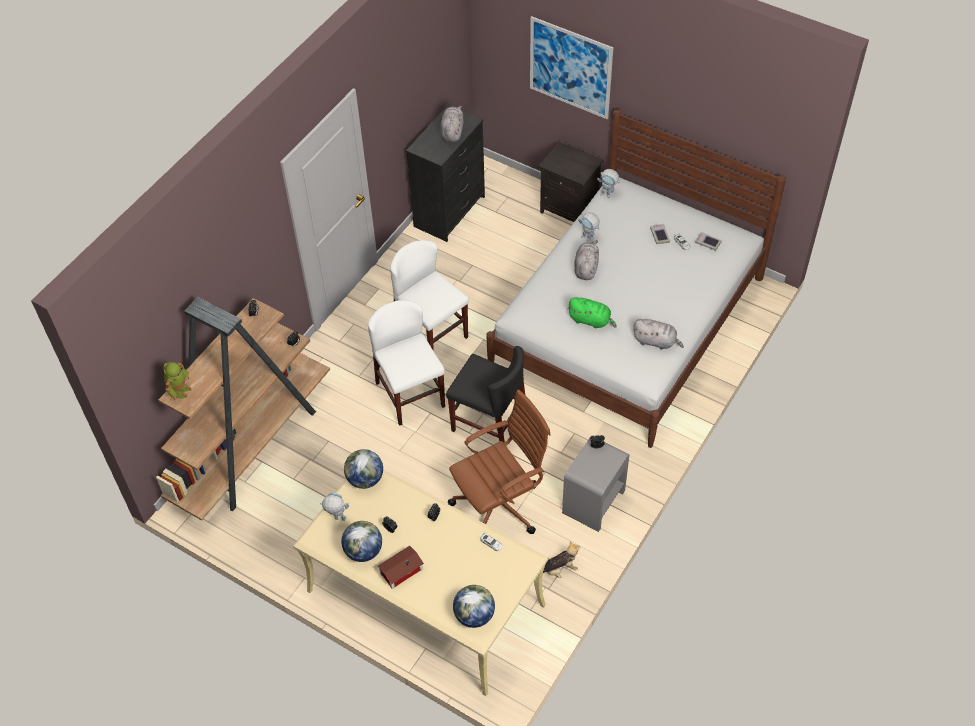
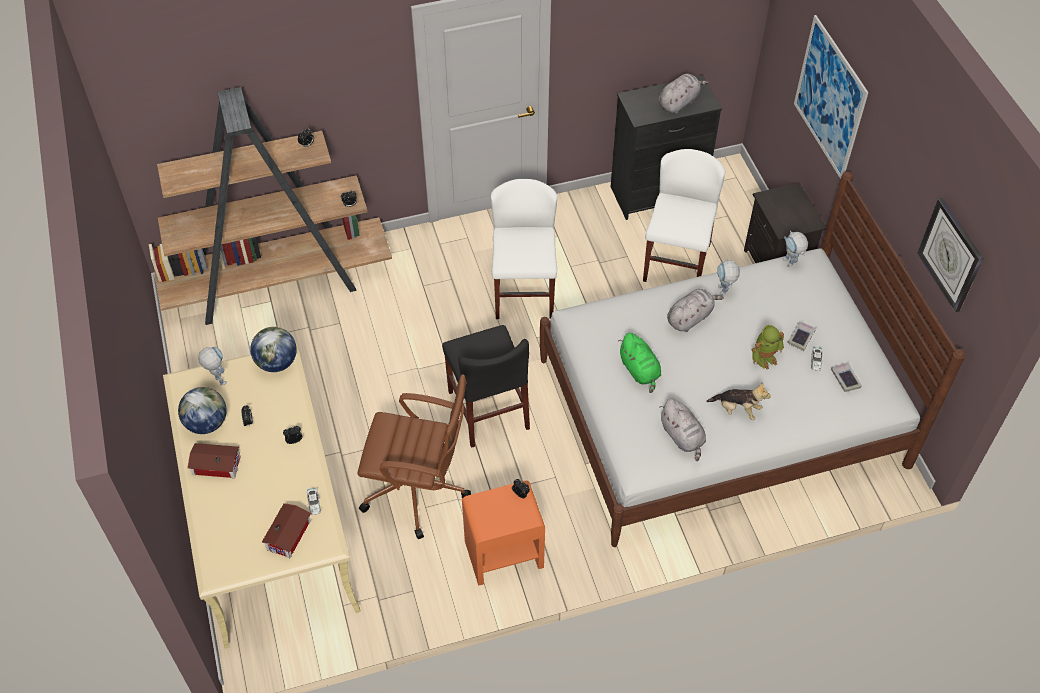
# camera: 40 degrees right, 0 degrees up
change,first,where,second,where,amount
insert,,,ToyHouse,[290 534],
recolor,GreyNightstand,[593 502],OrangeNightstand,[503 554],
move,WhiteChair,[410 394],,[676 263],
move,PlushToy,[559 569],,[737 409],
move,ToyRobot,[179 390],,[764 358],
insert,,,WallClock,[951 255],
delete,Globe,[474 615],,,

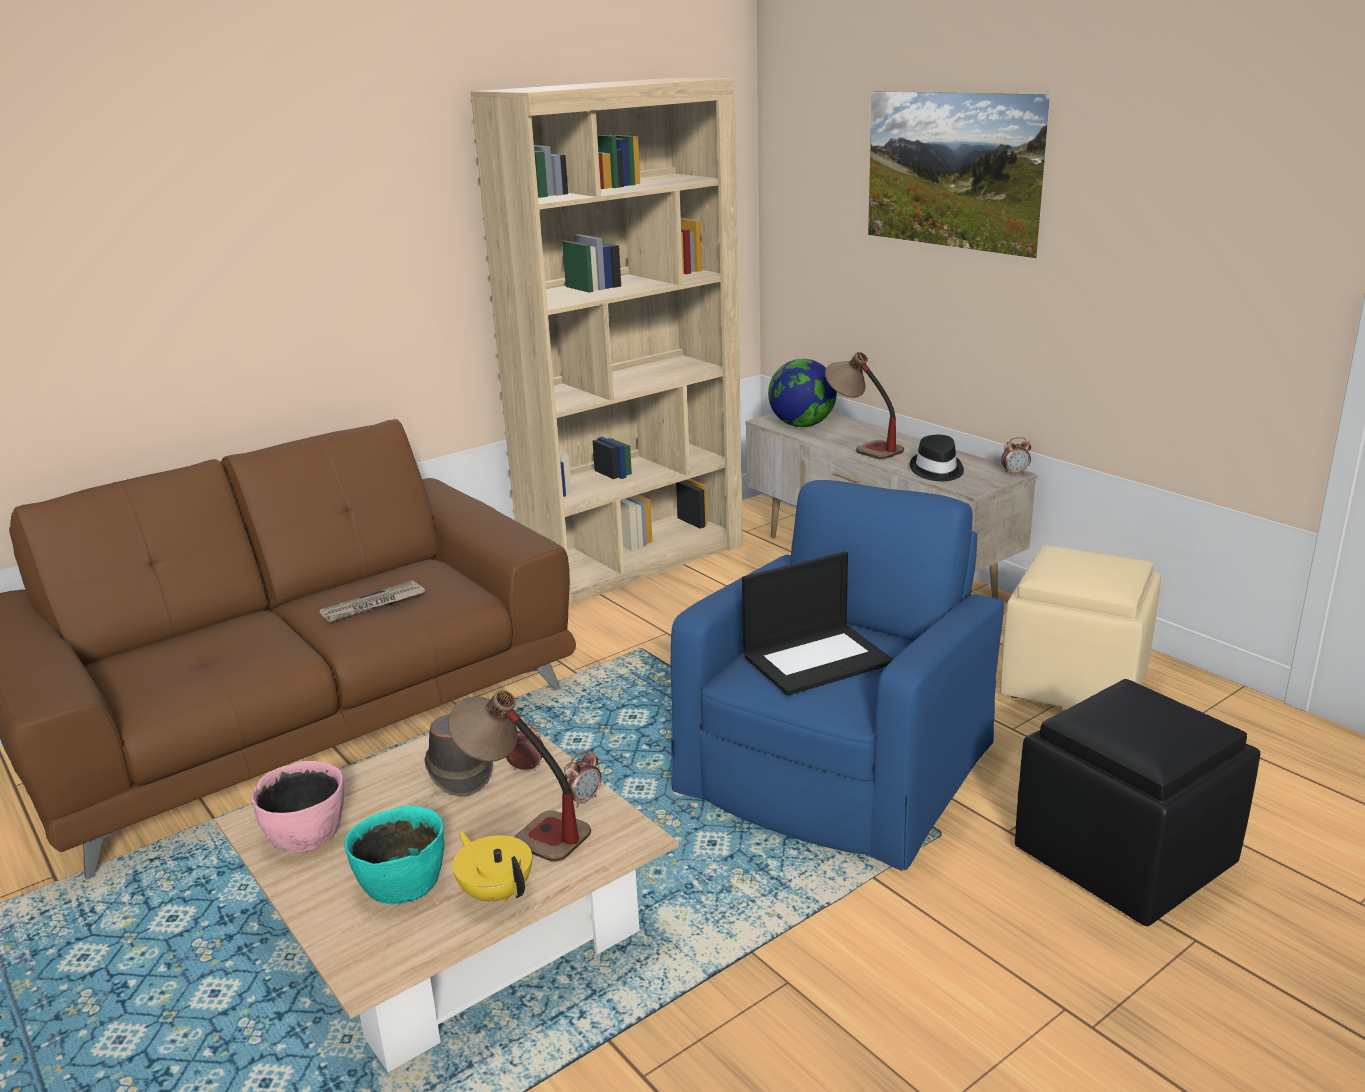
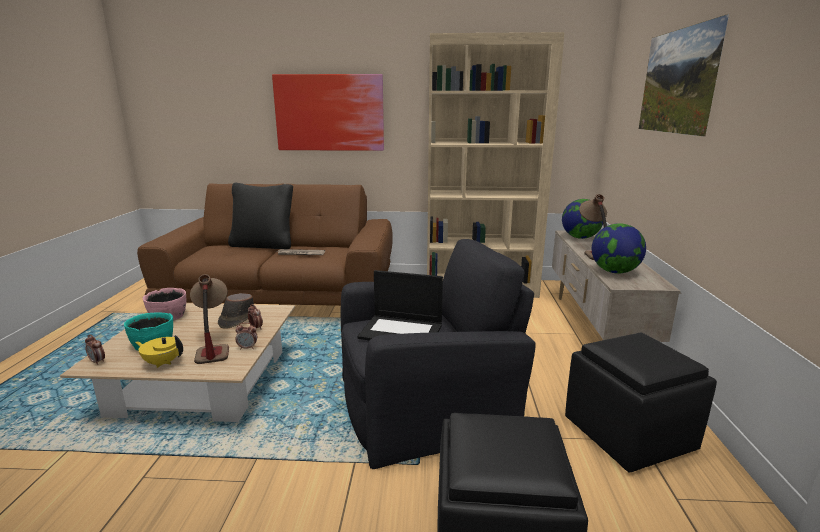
# camera: 40 degrees right, 5 degrees down
change,first,where,second,where,amount
move,AlarmClock,[1015 473],,[97 362],
rotate,YellowTeapot,[496 892],,[163 362],75 degrees counterclockwise
insert,,,BlackPillow,[263 245],
insert,,,Picture,[329 113],
recolor,BlueArmchair,[838 763],BlackArmchair,[427 404],
recolor,BeigeOttoman,[1076 682],BlackOttoman,[630 434],
replace,BlackHat,[936 470],Globe,[614 272],

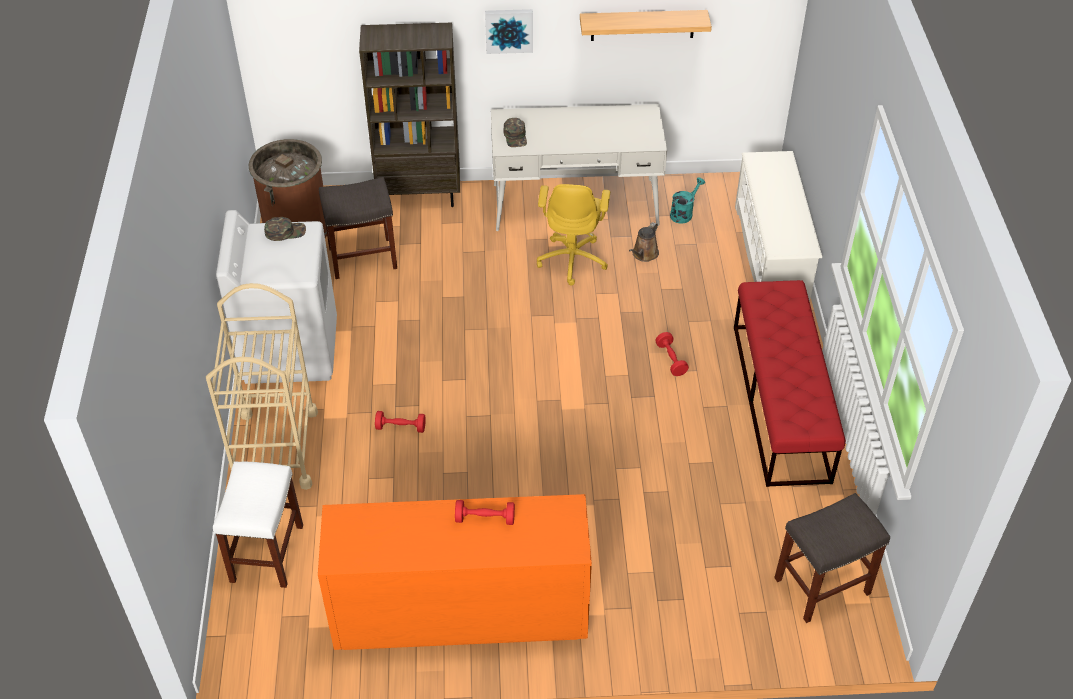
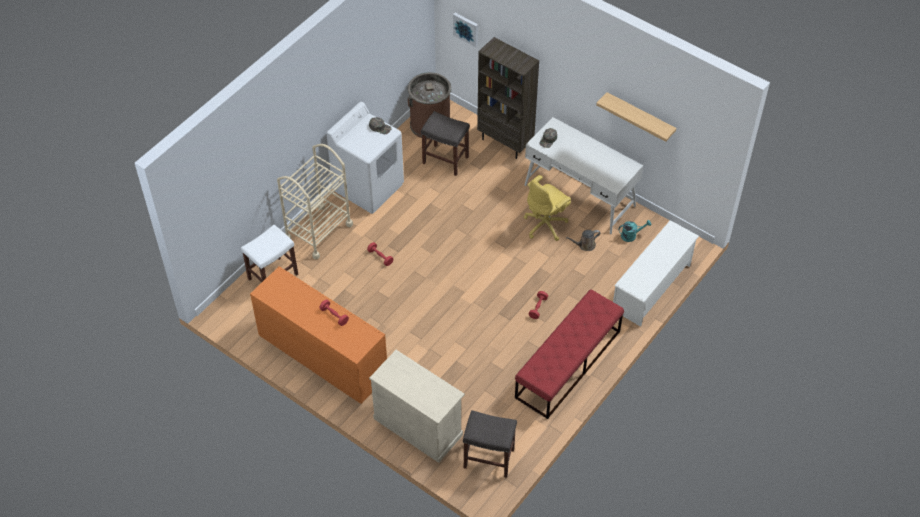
# camera: 40 degrees right, 5 degrees up
change,first,where,second,where,amount
insert,,,BeigeCabinet,[418 426],
move,Picture,[509 30],,[466 28],

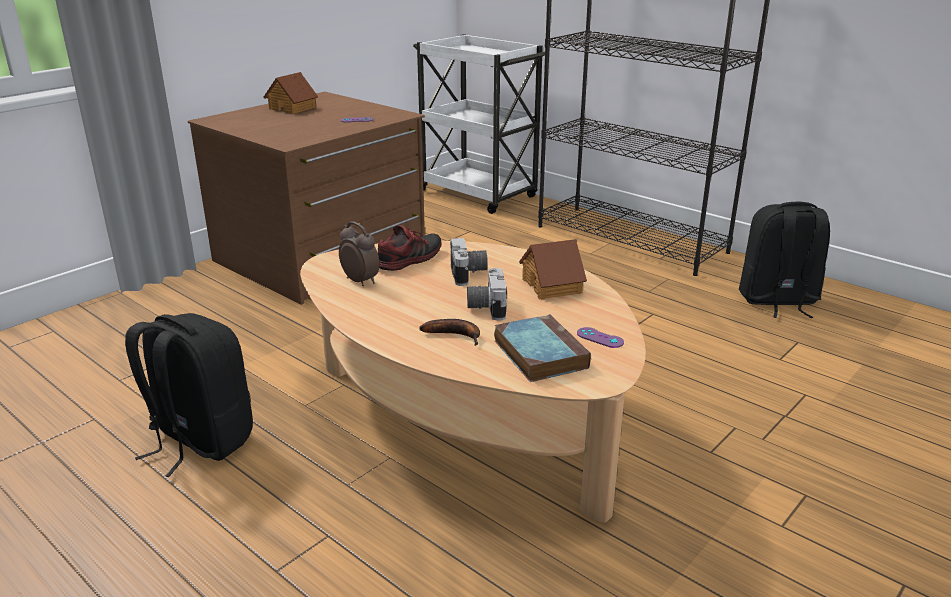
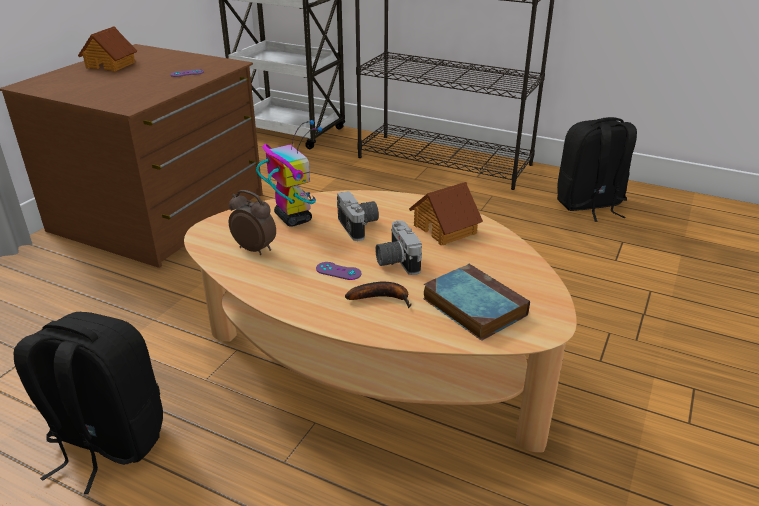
# camera: 15 degrees left, 5 degrees up
change,first,where,second,where,amount
replace,Shoe,[409 259],ToyRobot,[292 218],
move,PurpleGameController,[600 338],,[338 271],

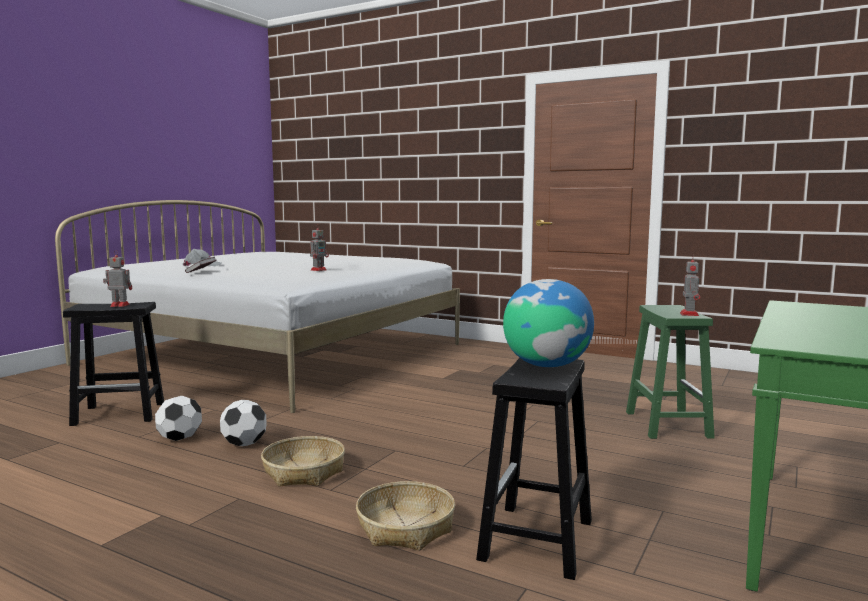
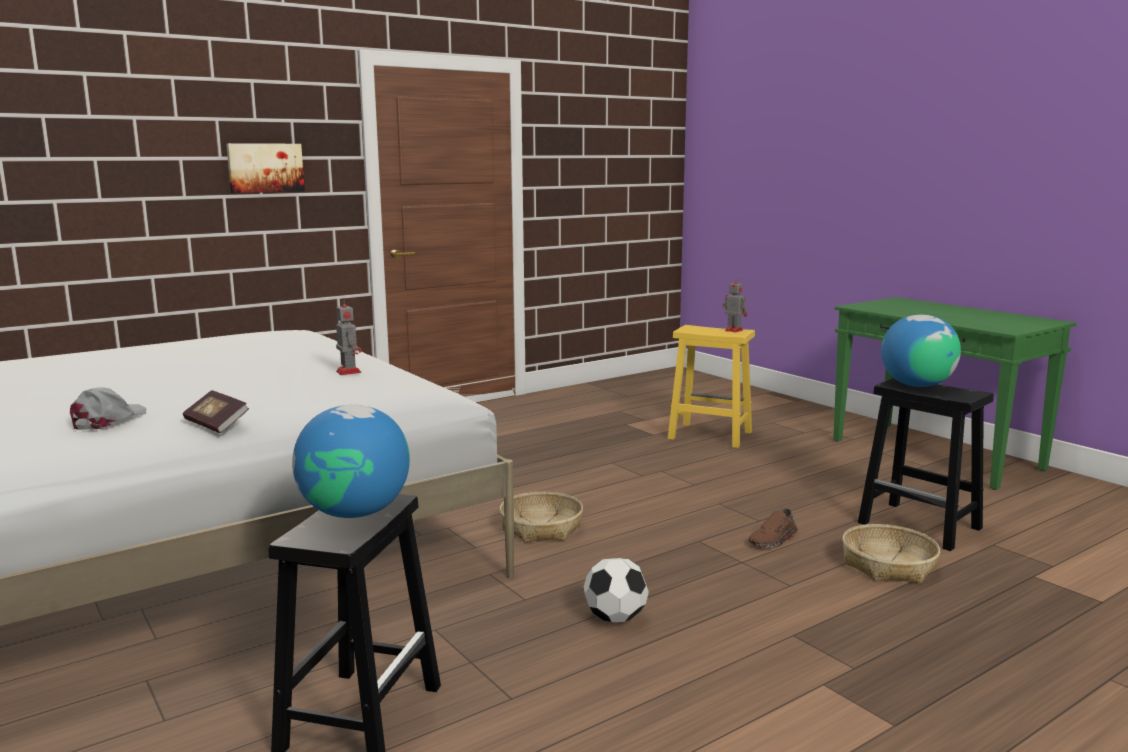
# camera: 65 degrees left, 5 degrees up
change,first,where,second,where,amount
insert,,,Picture,[265 168],
replace,ToyRobot,[118 305],Globe,[355 513],
move,Basket,[303 472],,[541 528],
recolor,GreenStool,[666 424],YellowStool,[708 435],
insert,,,BrownShoe,[774 540],
delete,Football,[180 439],,,

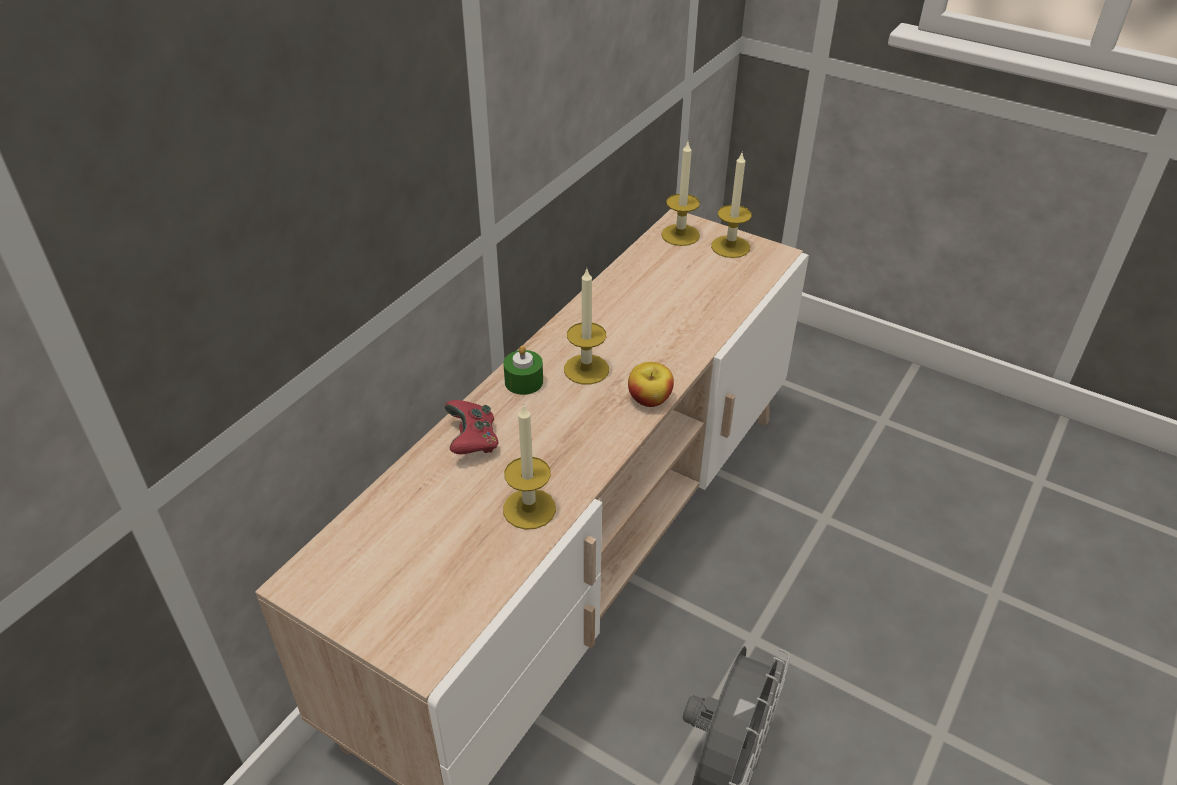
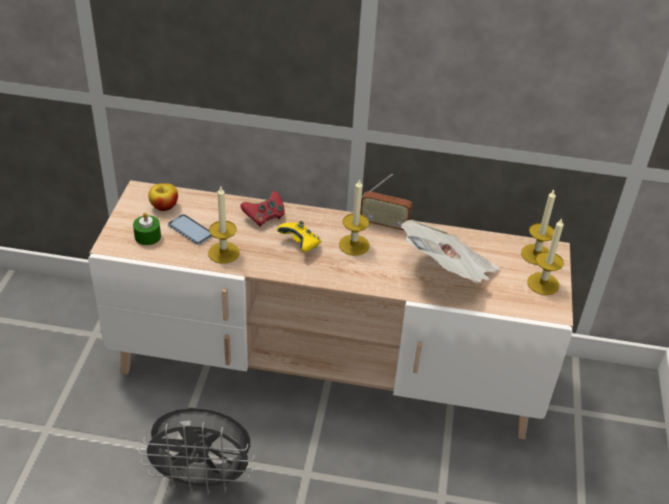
# camera: 65 degrees right, 0 degrees up
change,first,where,second,where,amount
move,GreenCandle,[524 381],,[147 236],
move,Apple,[649 399],,[164 206],
insert,,,Phone,[191 230],
insert,,,YellowGameController,[300 245],
insert,,,Radio,[384 225],
insert,,,Newspaper,[448 272],

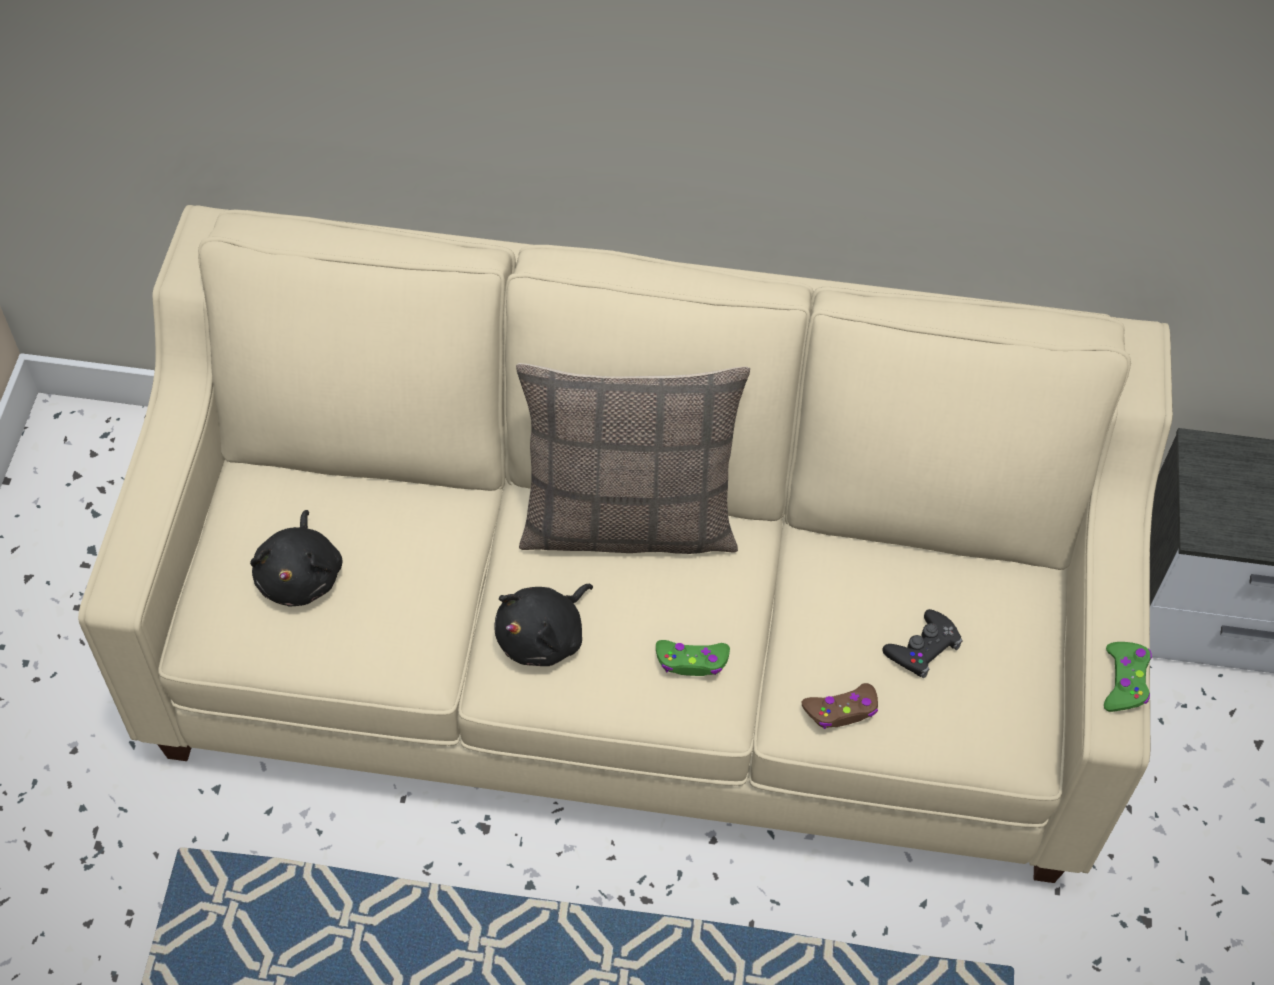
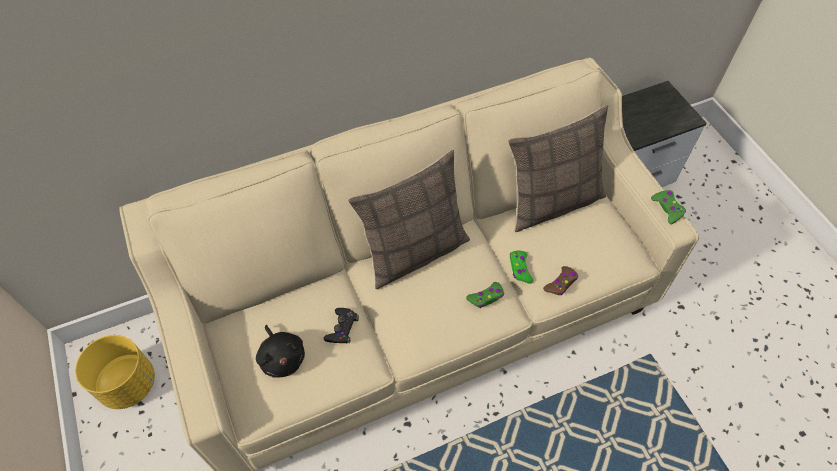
# camera: 30 degrees left, 0 degrees up
change,first,where,second,where,amount
insert,,,YellowPlanter,[128 384],
move,BlackGameController,[922 648],,[342 328],
insert,,,Pillow,[552 202],
insert,,,GreenGameController,[520 269],
delete,BlackPlushToy,[544 636],,,

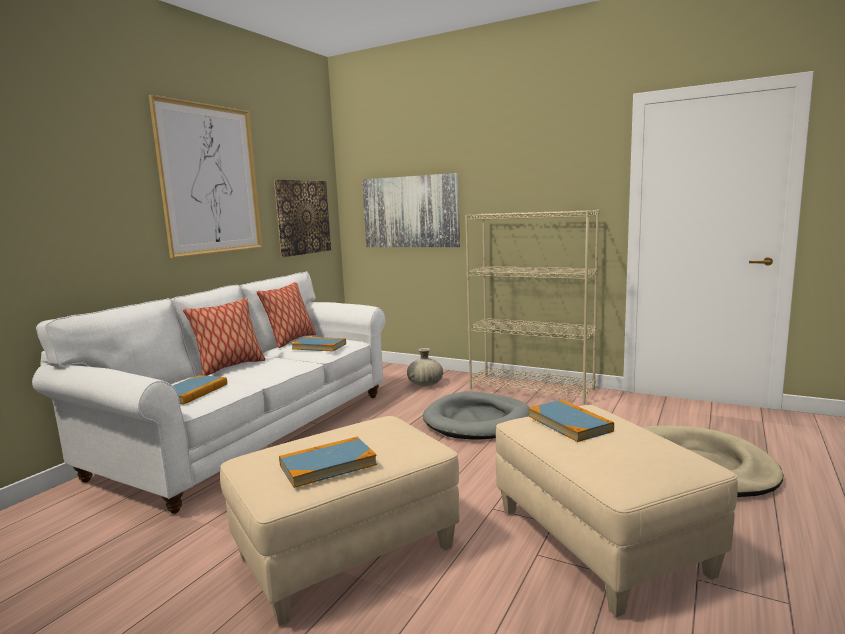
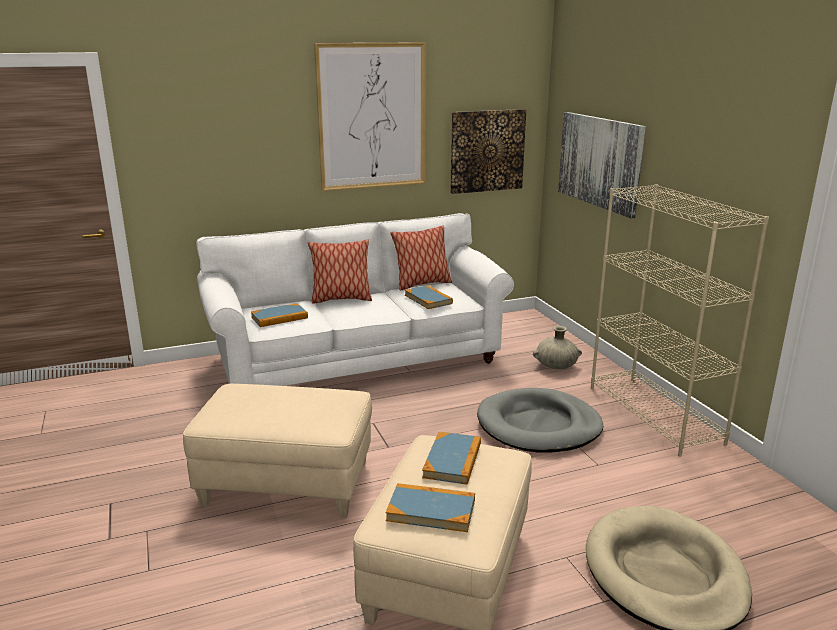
# camera: 40 degrees right, 10 degrees up
change,first,where,second,where,amount
move,Book,[328 465],,[431 510],

